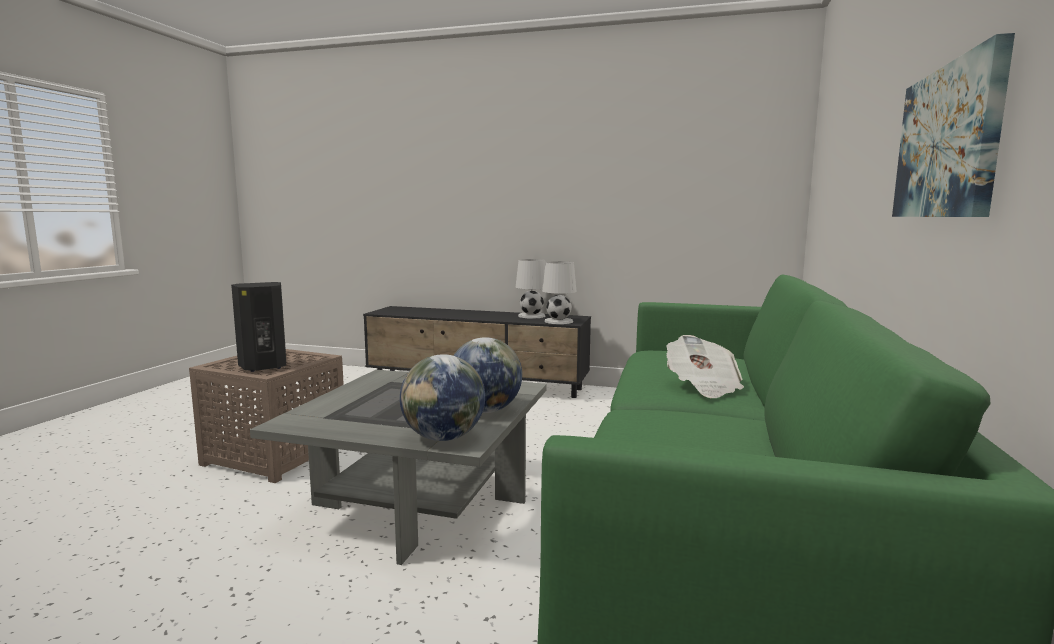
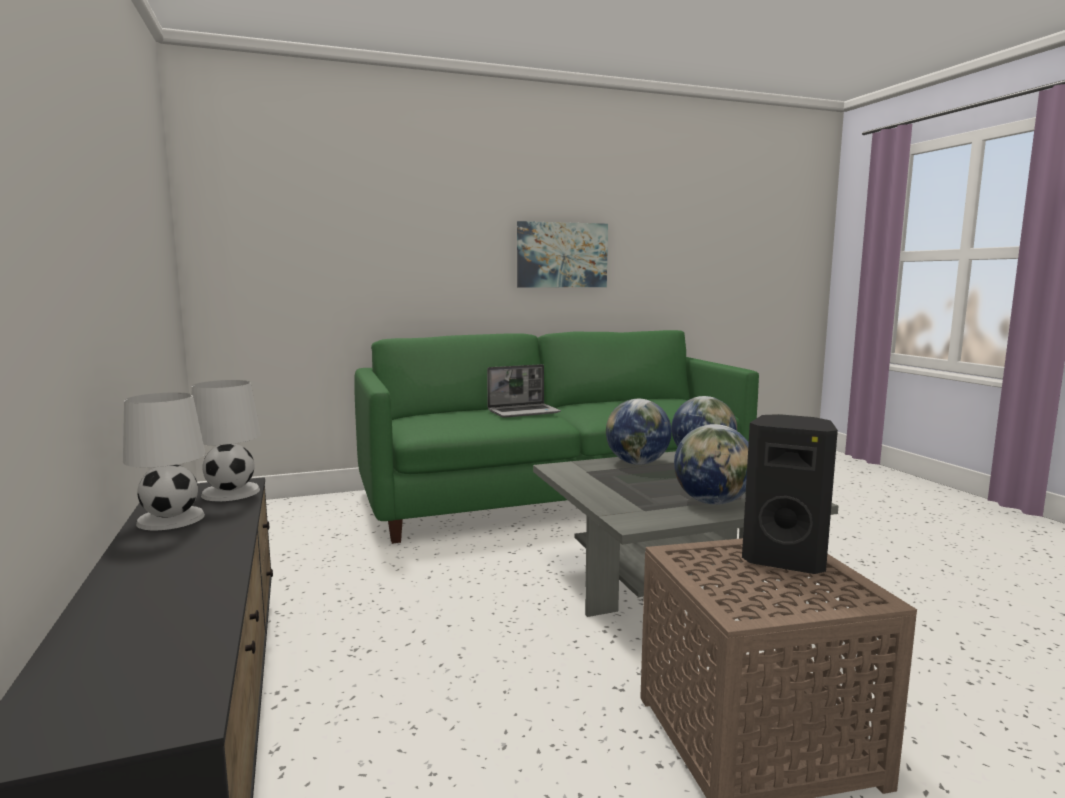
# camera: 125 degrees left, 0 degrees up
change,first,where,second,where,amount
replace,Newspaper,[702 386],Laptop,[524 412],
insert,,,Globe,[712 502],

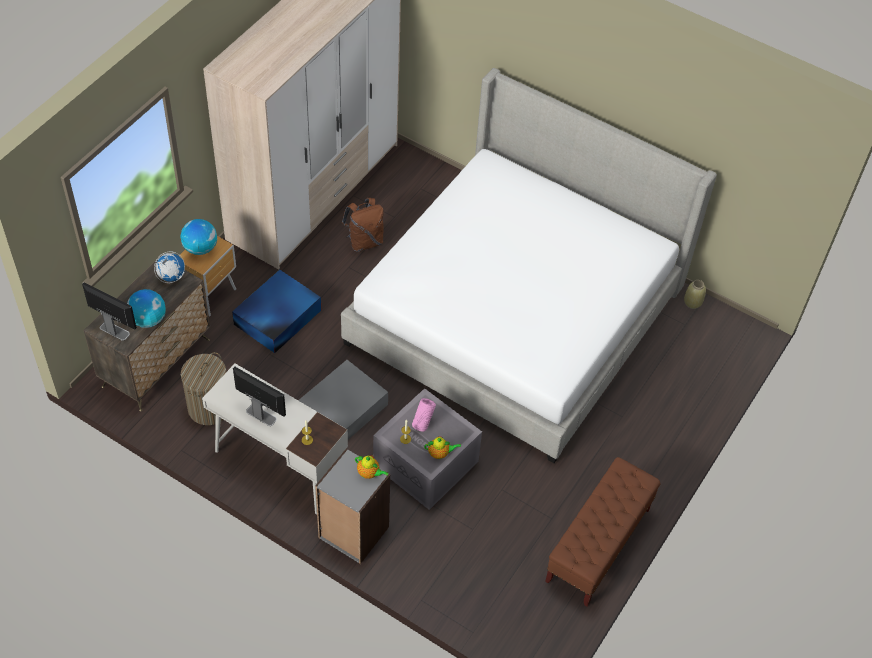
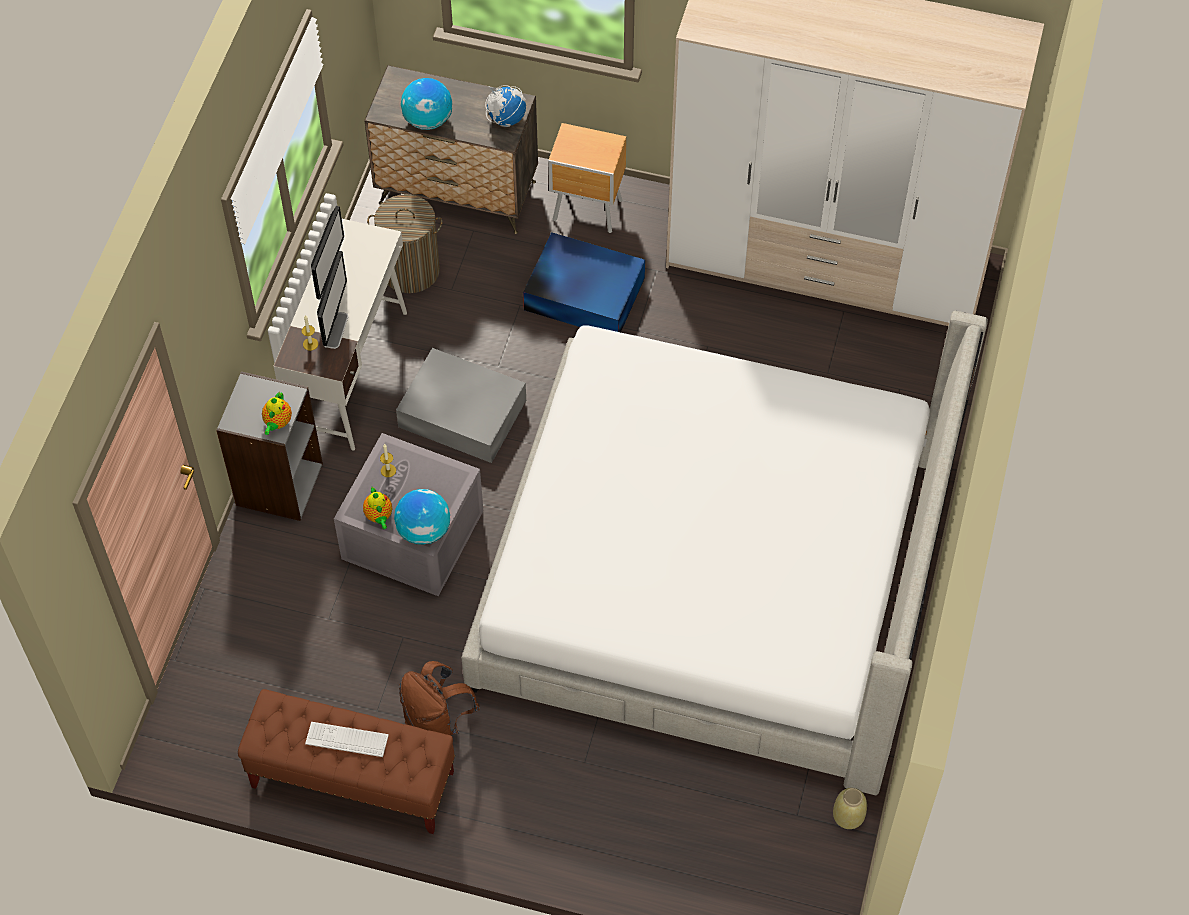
# camera: 75 degrees right, 5 degrees up
change,first,where,second,where,amount
insert,,,Keyboard,[347 740],
move,Monitor,[114 330],,[335 329],
move,Globe,[200 248],,[424 530],
move,BrownBackpack,[364 241],,[437 723],
delete,PinkVase,[423 423],,,

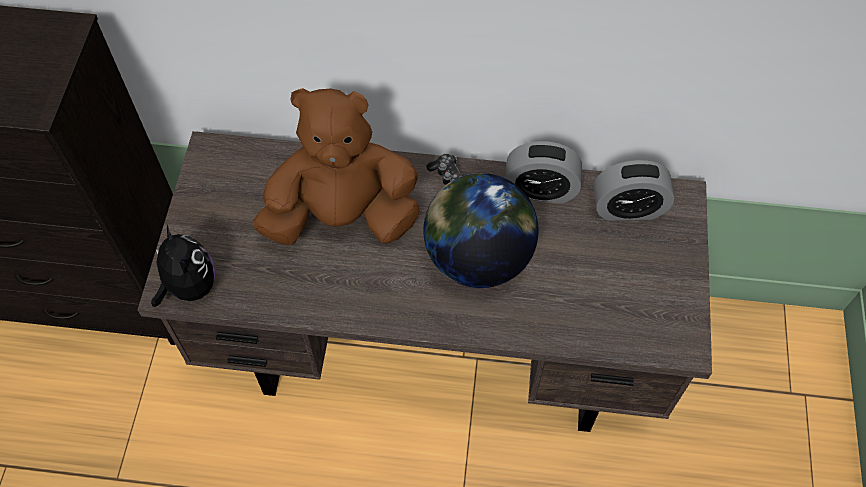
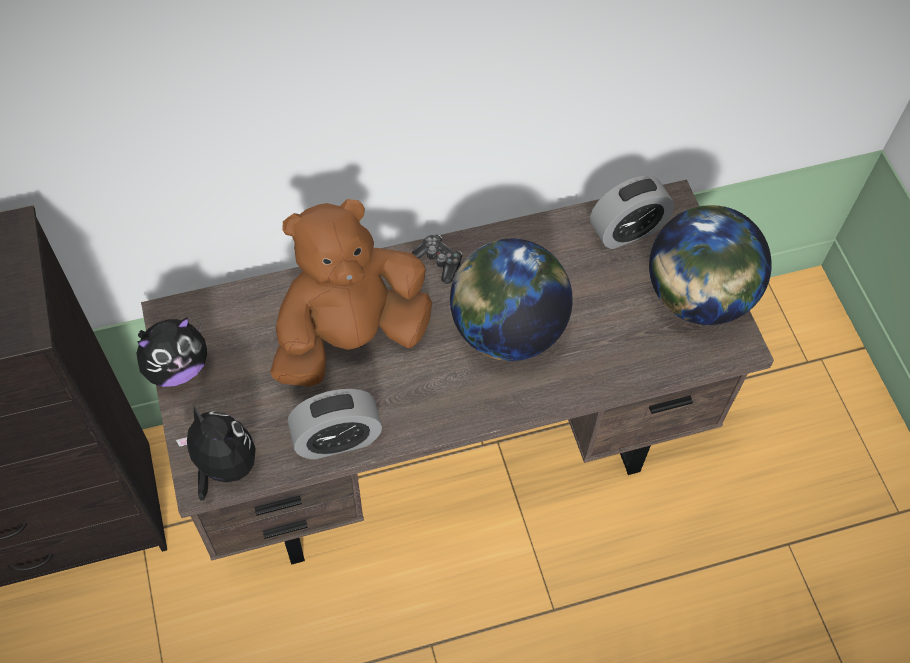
# camera: 25 degrees left, 0 degrees up
change,first,where,second,where,amount
insert,,,PlushToy,[177 368],
move,AlarmClock,[540 190],,[337 439],
insert,,,Globe,[697 297],

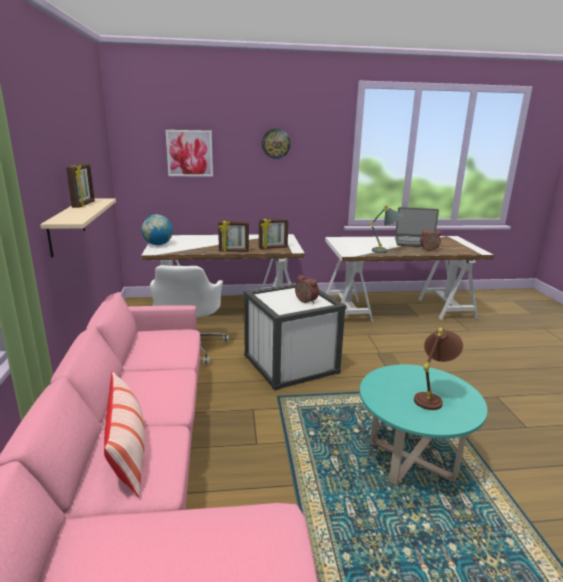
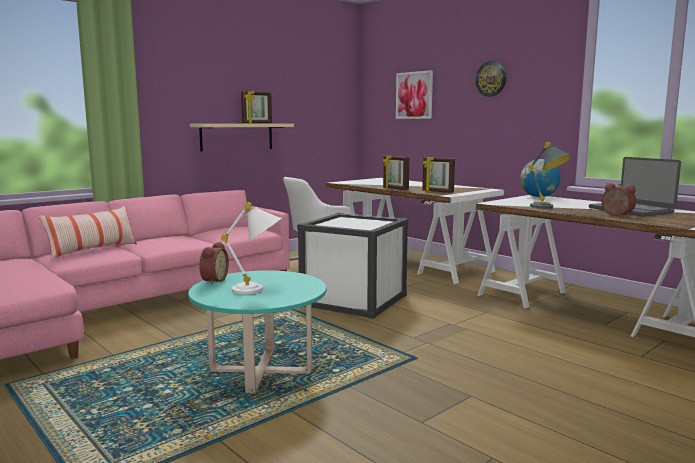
# camera: 55 degrees right, 10 degrees down
change,first,where,second,where,amount
move,AlarmClock,[305 301],,[213 280],
recolor,BrownTableLamp,[432 397],WhiteTableLamp,[258 290],
move,Globe,[158 244],,[538 197],

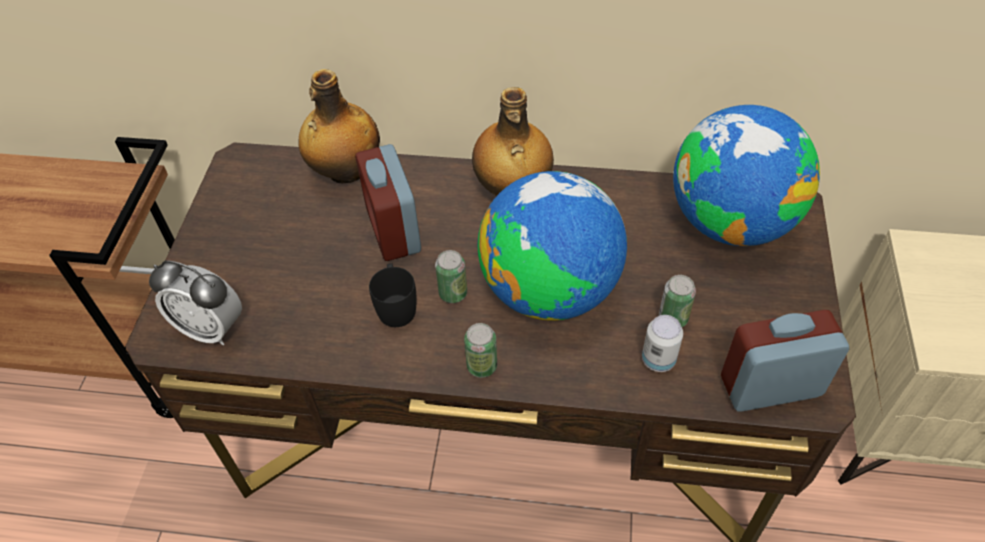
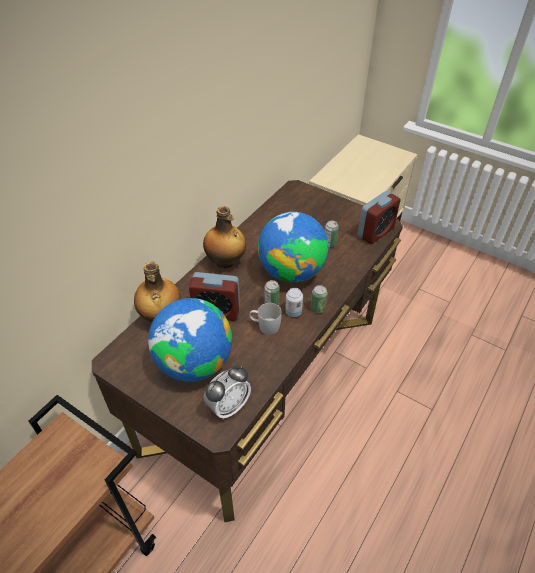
# camera: 65 degrees left, 5 degrees down
change,first,where,second,where,amount
move,Globe,[730 221],,[194 363],
recolor,BlackMug,[396 305],WhiteMug,[265 326],
move,Can,[658 360],,[293 312],
rotate,AlarmClock,[770 386],,[375 232],150 degrees counterclockwise

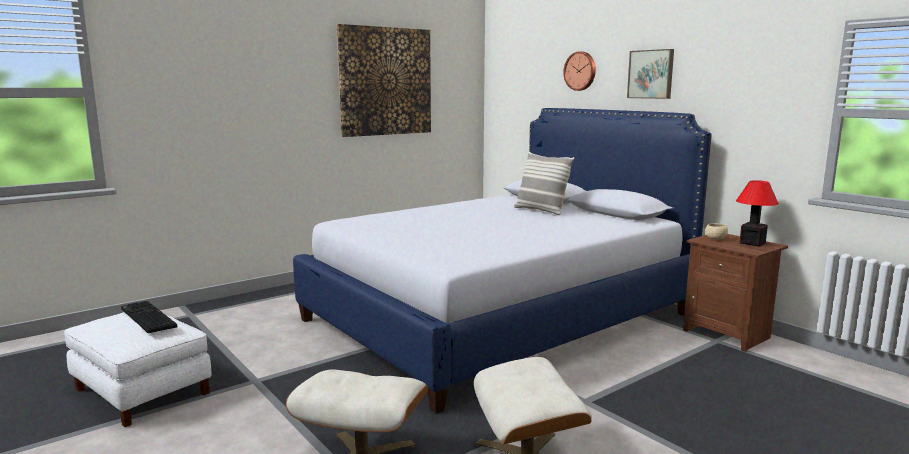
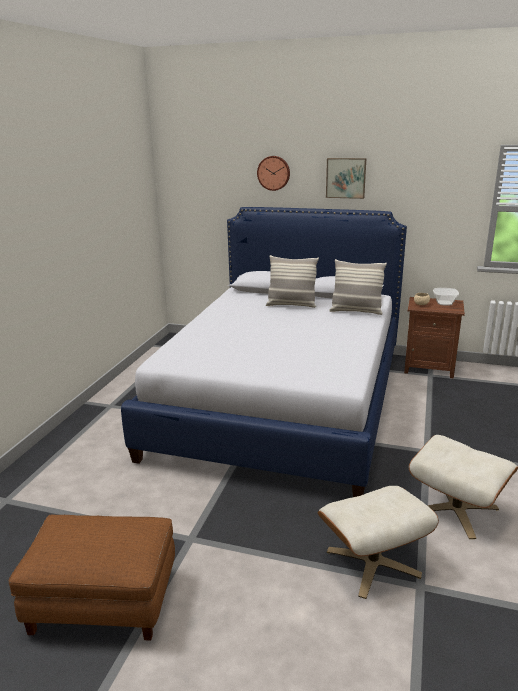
# camera: 35 degrees left, 10 degrees up
change,first,where,second,where,amount
recolor,WhiteOttoman,[141 392],BrownOttoman,[103 601],
insert,,,Pillow,[356 311],
replace,TableLamp,[752 243],Bowl,[444 303],
delete,Keyboard,[146 318],,,
delete,Picture,[385 81],,,

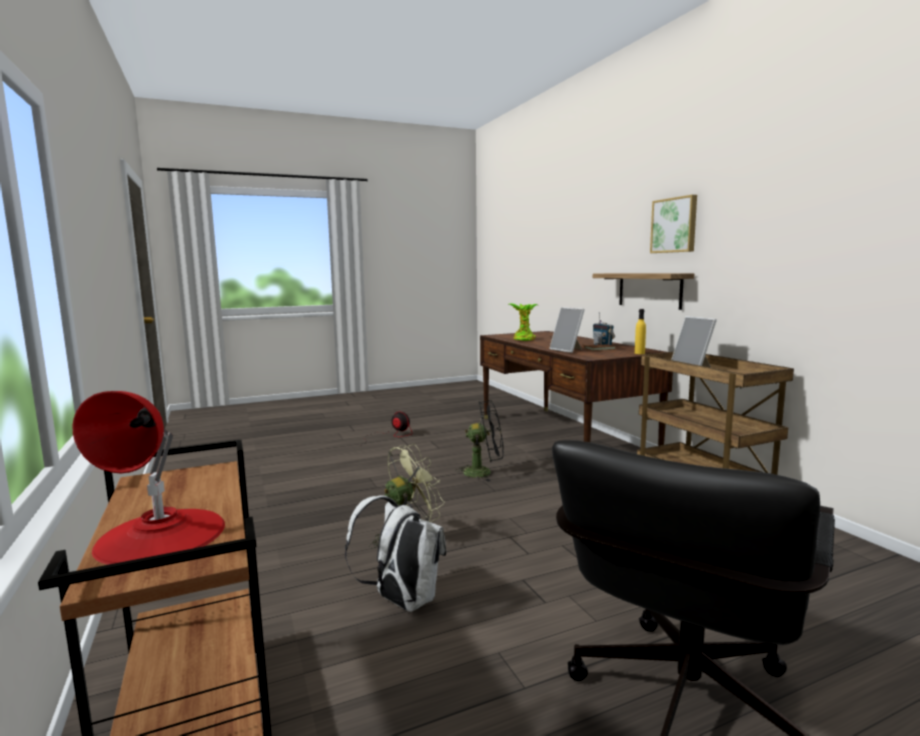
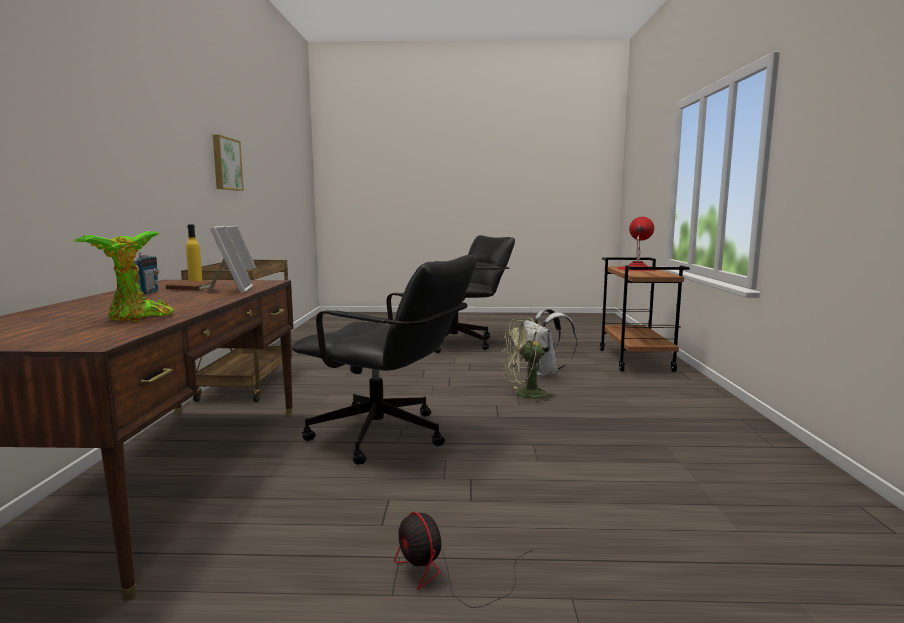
# camera: 155 degrees left, 0 degrees up
change,first,where,second,where,amount
move,Picture,[674 225],,[225 164],
replace,BlackFan,[483 472],BlackOfficeChair,[389 437],
delete,Shelf,[649 290],,,

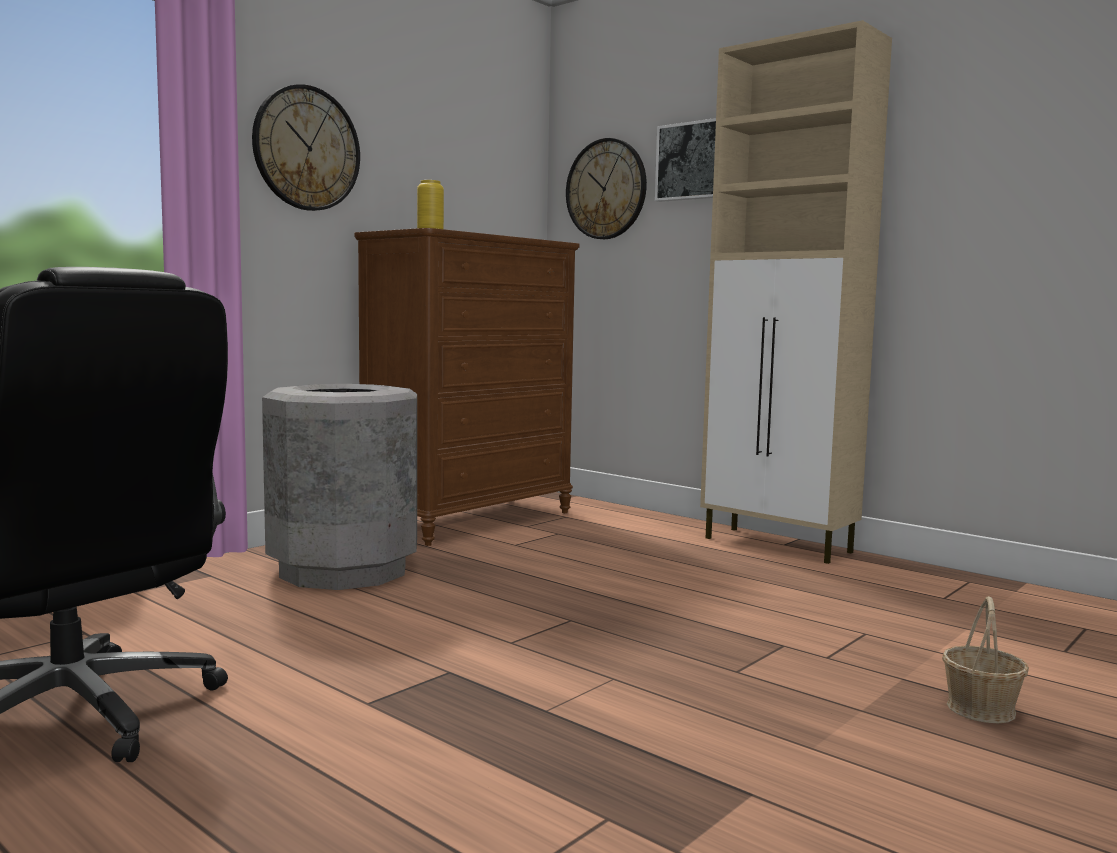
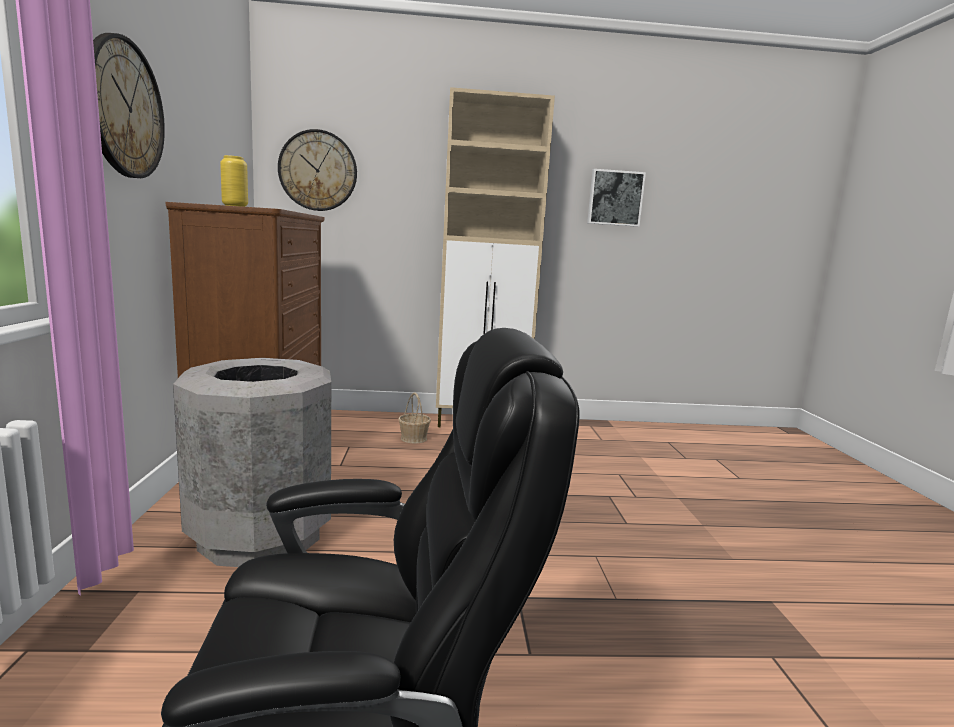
# camera: 45 degrees left, 5 degrees up
change,first,where,second,where,amount
move,Basket,[981 709],,[414 438],
move,Picture,[691 161],,[615 198],

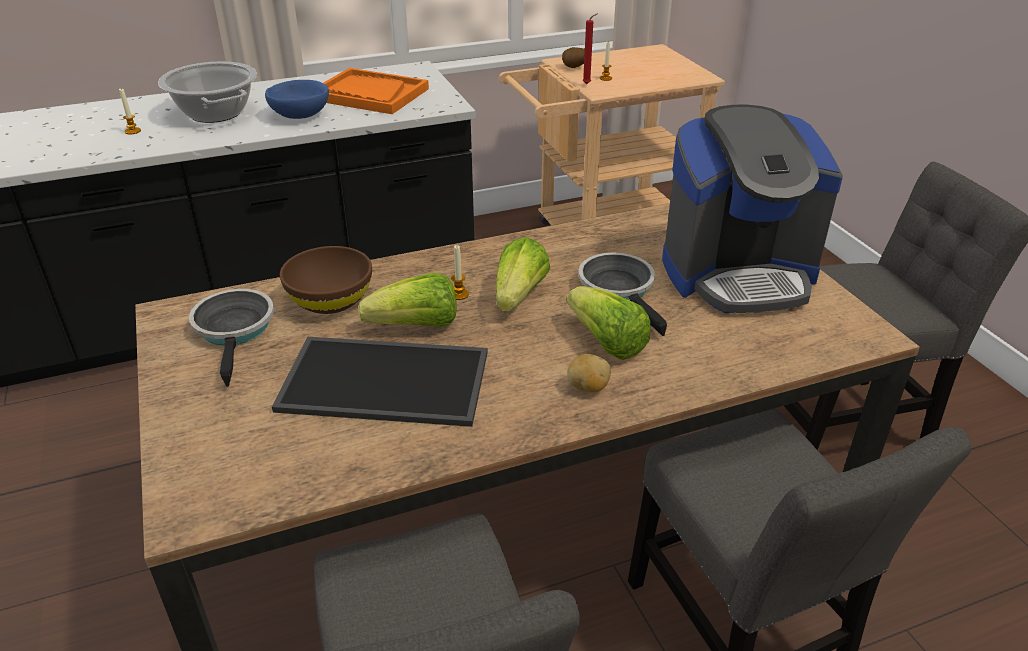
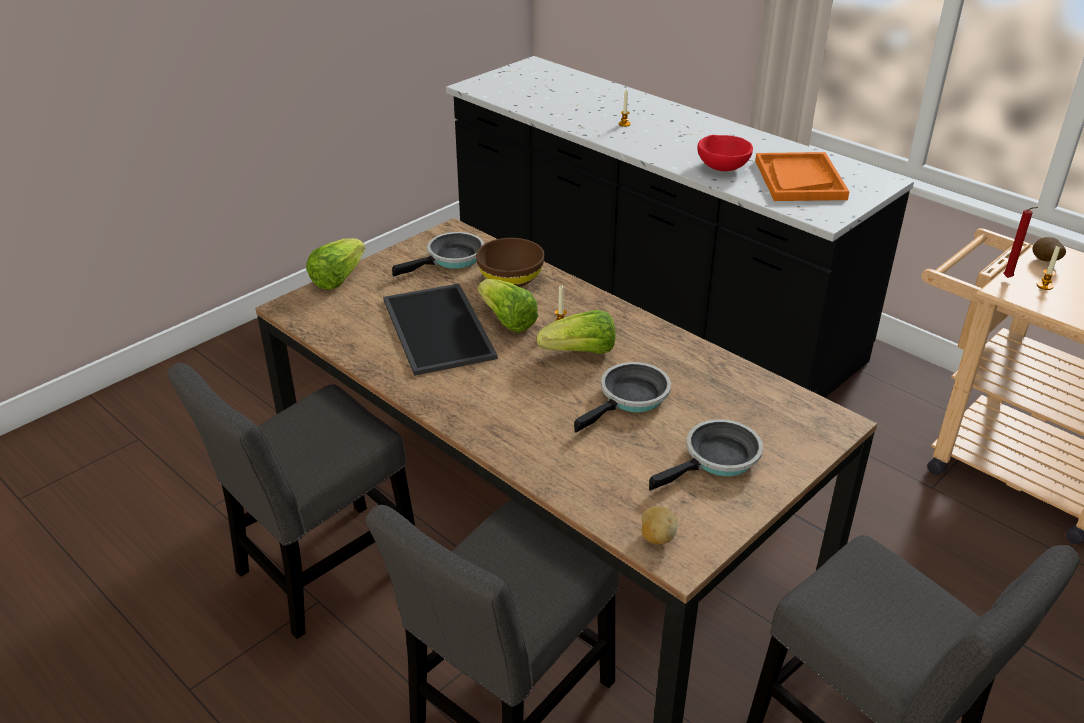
# camera: 65 degrees right, 0 degrees up
change,first,where,second,where,amount
move,Lettuce,[606 342],,[337 278],
move,Potato,[588 388],,[656 537],
replace,CoffeeMachine,[738 274],FryingPan,[717 459],
recolor,BlueBowl,[301 115],RedBowl,[723 167],
delete,CookingPot,[216 113],,,

